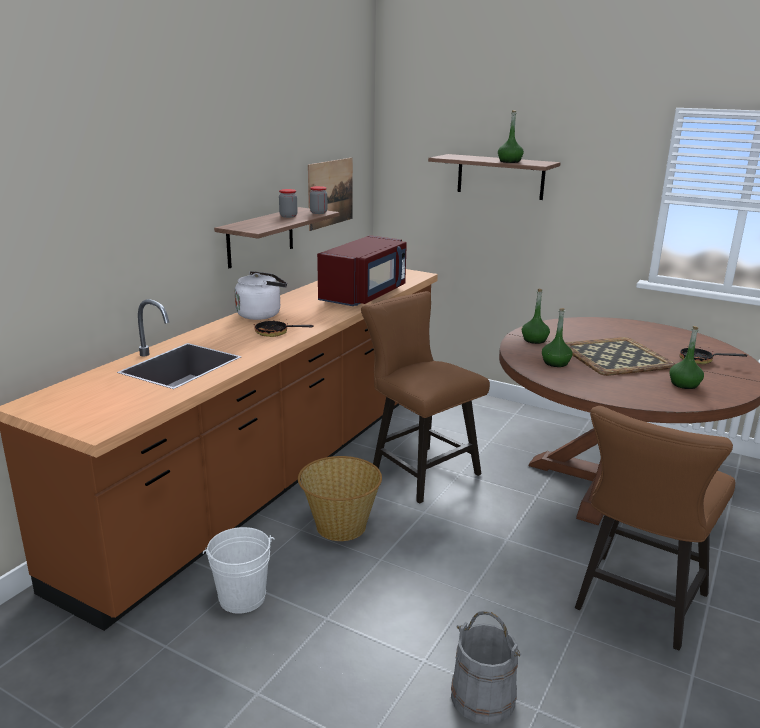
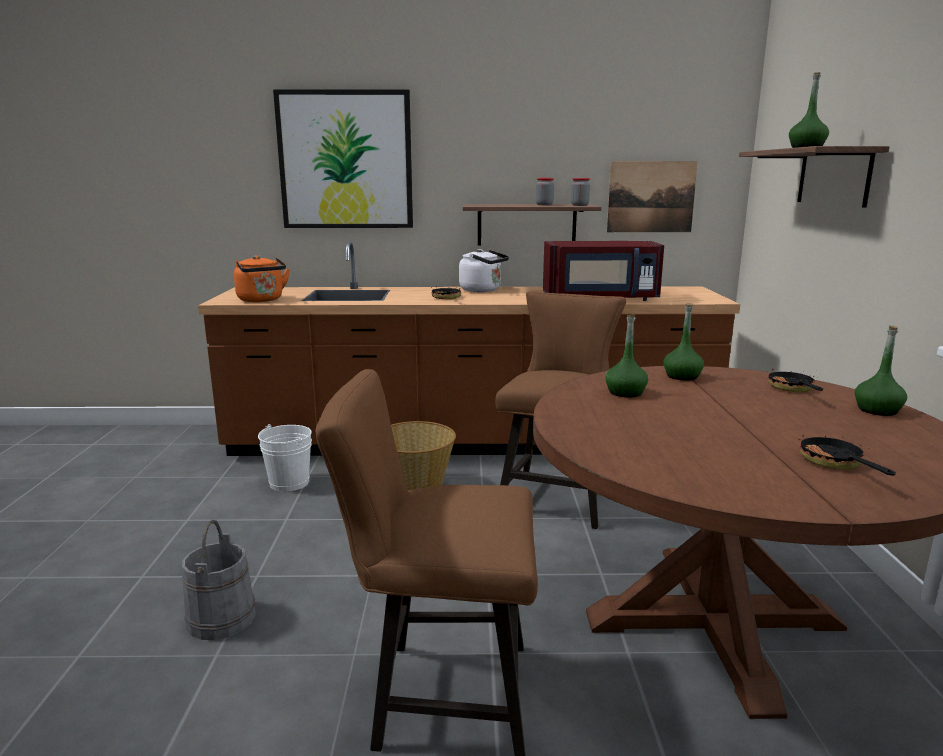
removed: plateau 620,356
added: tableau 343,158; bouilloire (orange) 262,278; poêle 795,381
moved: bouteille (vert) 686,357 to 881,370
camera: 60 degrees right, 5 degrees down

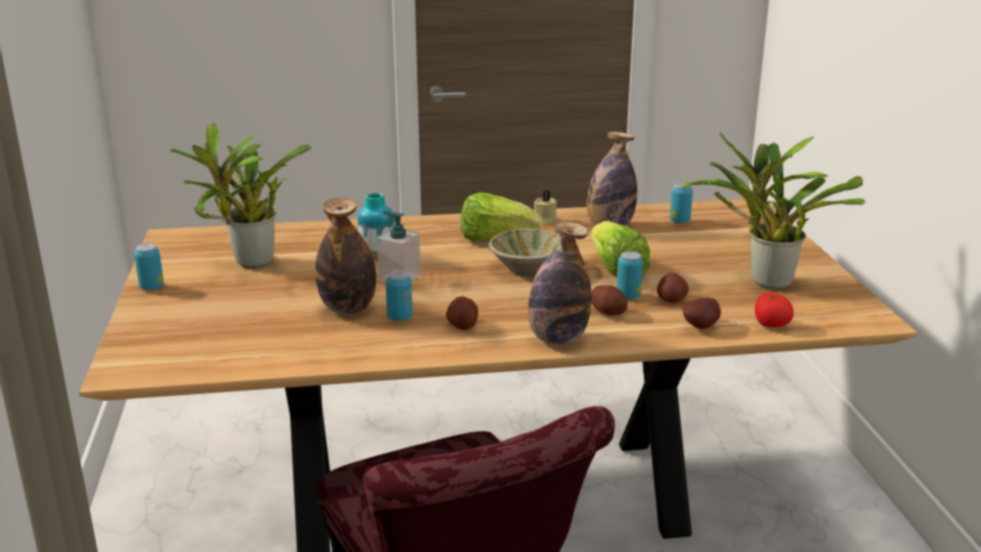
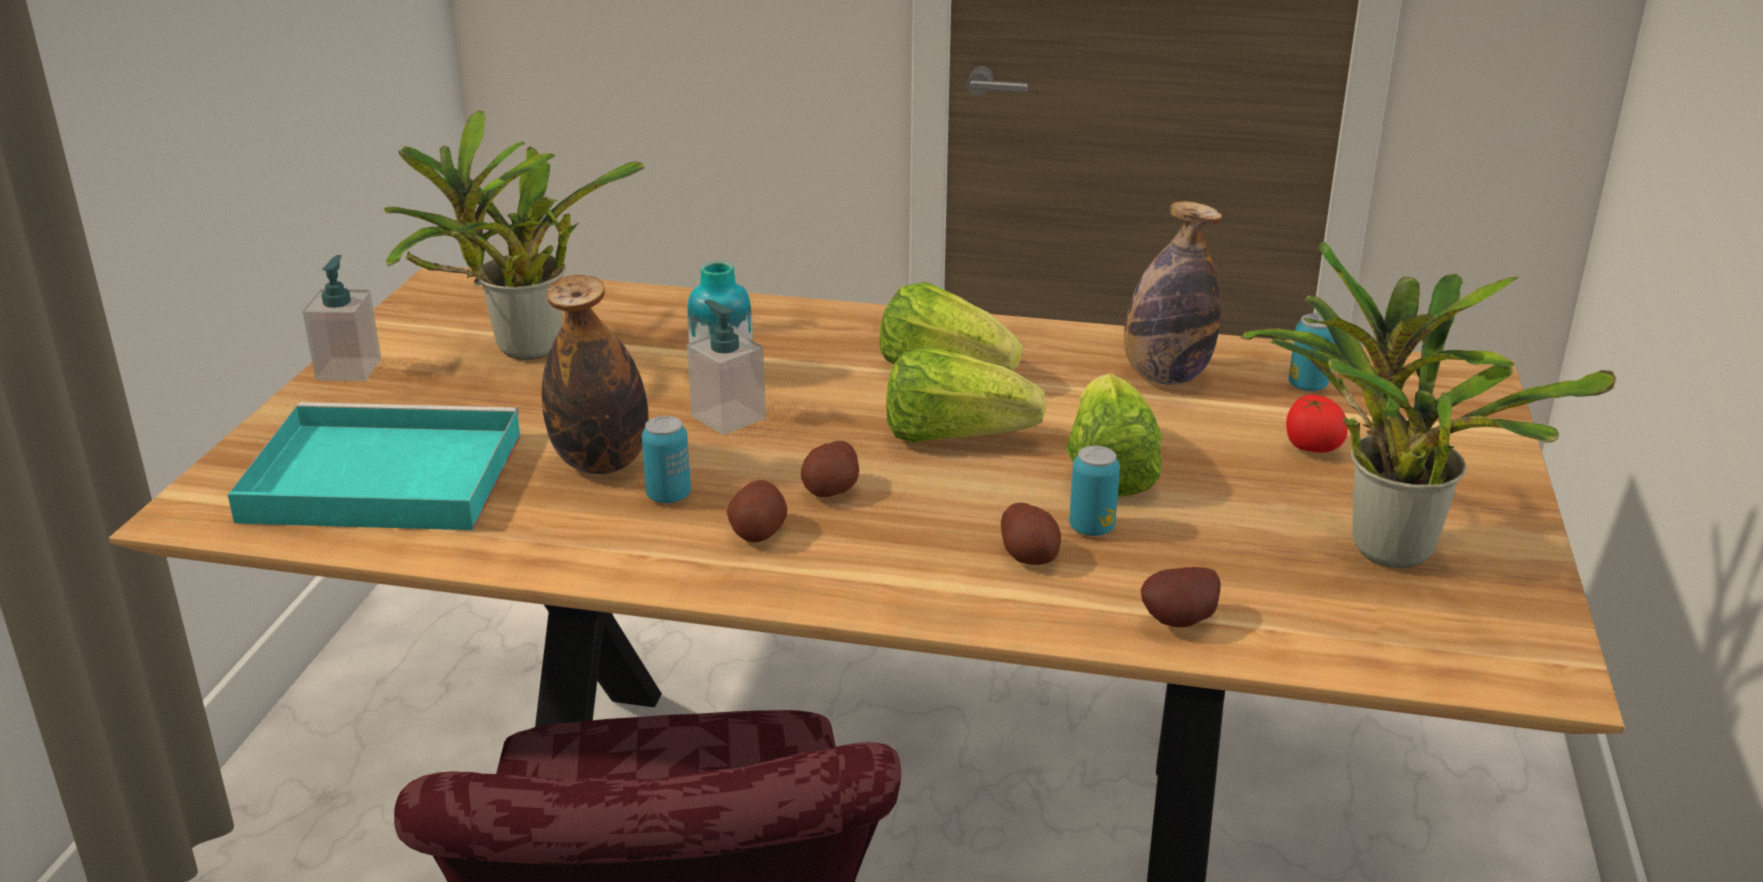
removed: bougie (beige) 545,207; bouteille 559,283
added: plateau (turquoise) 374,466
moved: pomme de terre 673,287 to 830,469; tomate 774,310 to 1317,424
replaced: bol (beige) 525,253 to laitue 966,394; boîte métallique 149,267 to distributeur de savon 341,318
camera: 20 degrees right, 5 degrees up

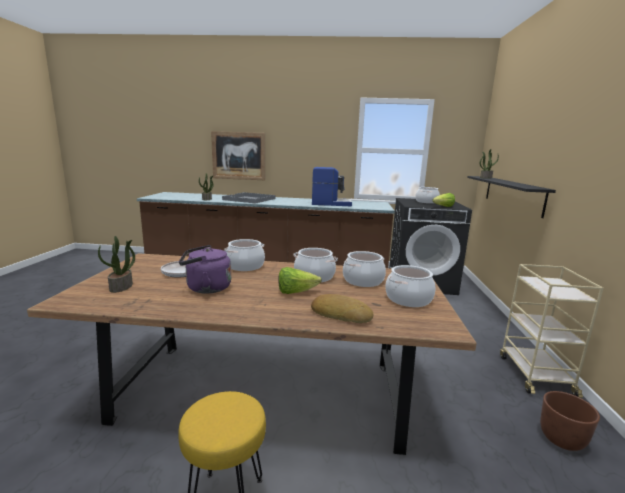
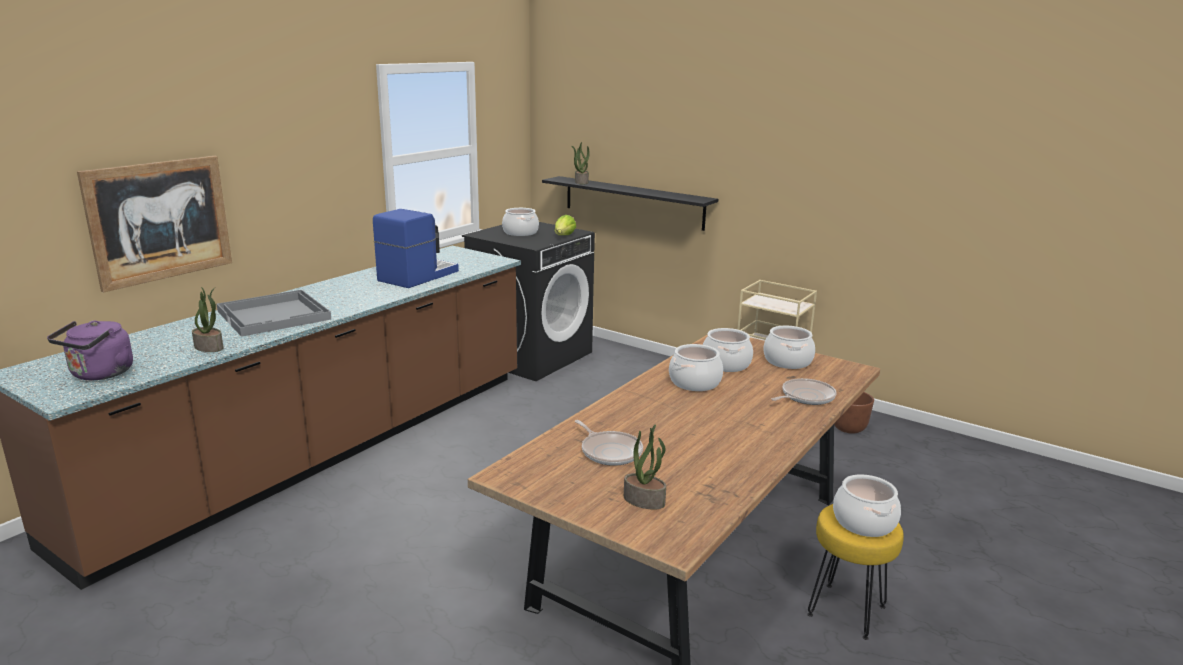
removed: laitue 300,280
moved: marmite 244,255 to 867,505; bouilloire (violet) 205,269 to 90,350
replaced: pain 342,308 to poêle 804,391
camera: 60 degrees left, 5 degrees up

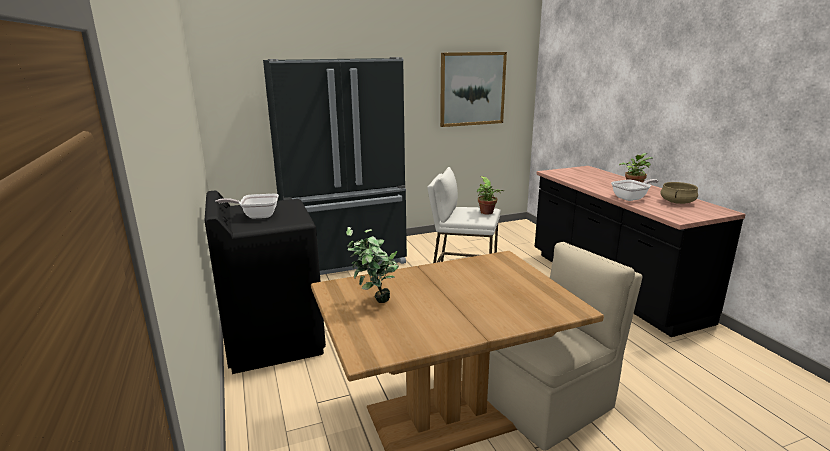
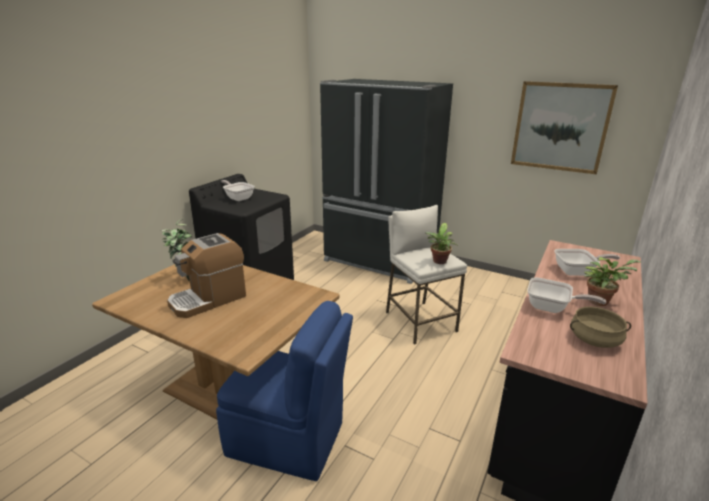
added: machine à café 206,275; poêle 587,262
recoloured: chaise (beige) 564,346 to chaise (bleu) 284,391
camera: 50 degrees right, 5 degrees up

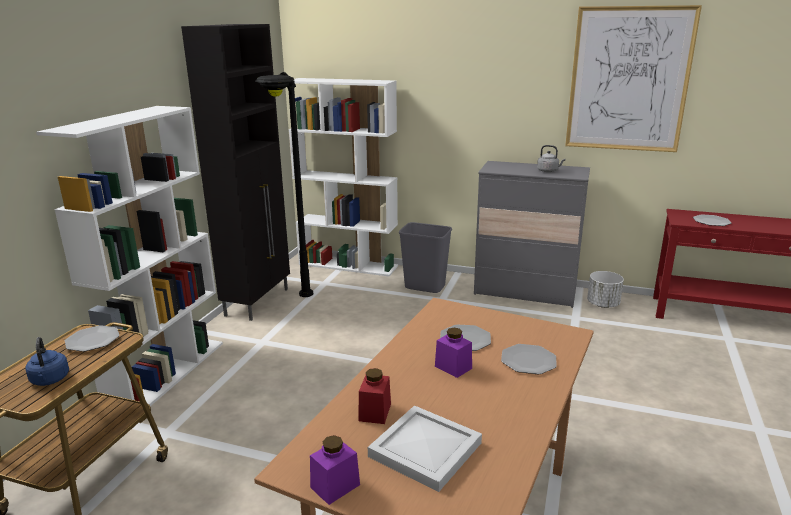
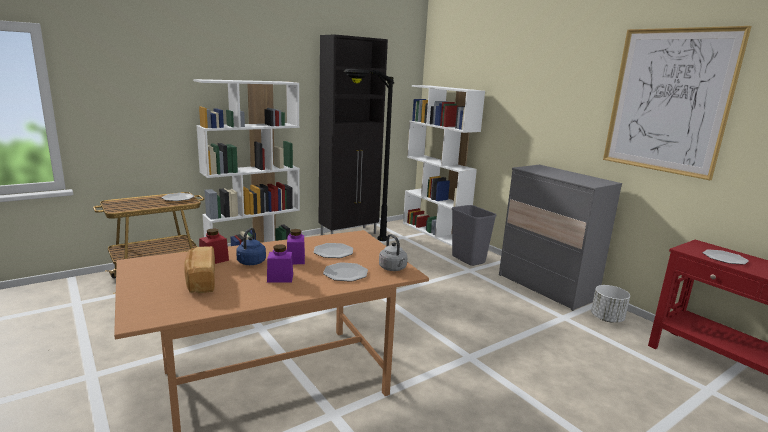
moved: bouilloire (gris) 551,158 to 393,252; bouilloire (bleu) 47,361 to 251,246; bocal (violet) 335,470 to 280,263
replaced: plateau (blanc) 425,448 to pain 199,269
camera: 35 degrees right, 5 degrees down

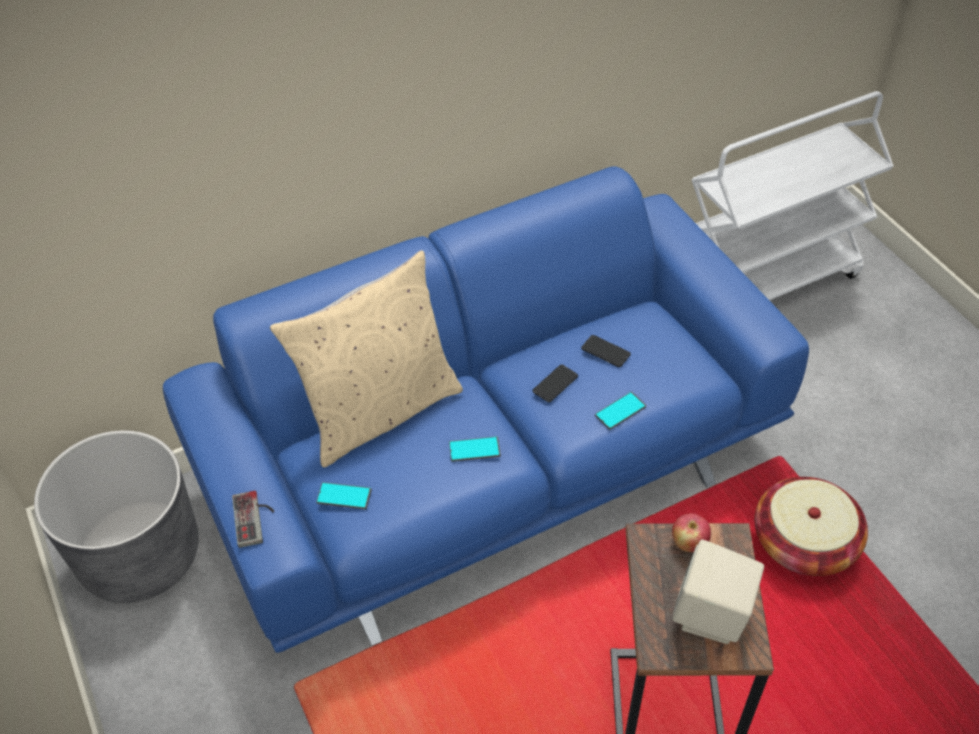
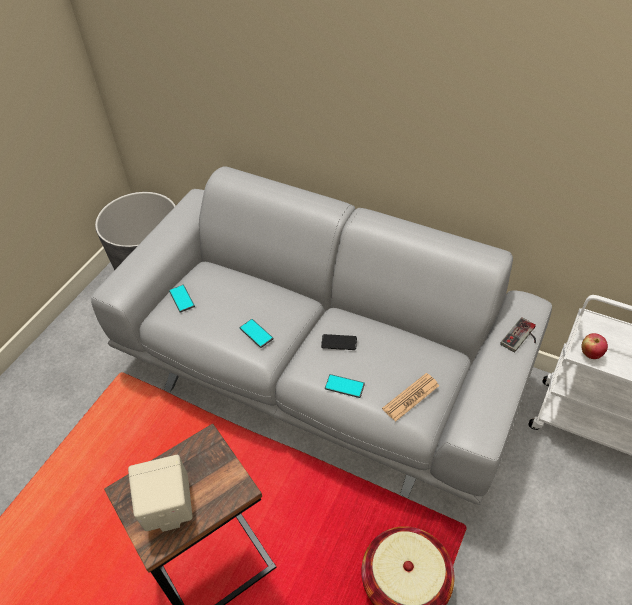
removed: coussin (beige) 366,359; téléphone 606,351
added: journal 410,397
moved: manette 253,519 to 518,335; pomme 691,532 to 595,346
recoloured: canapé (bleu) 486,409 to canapé (gris) 321,335
camera: 55 degrees right, 0 degrees up

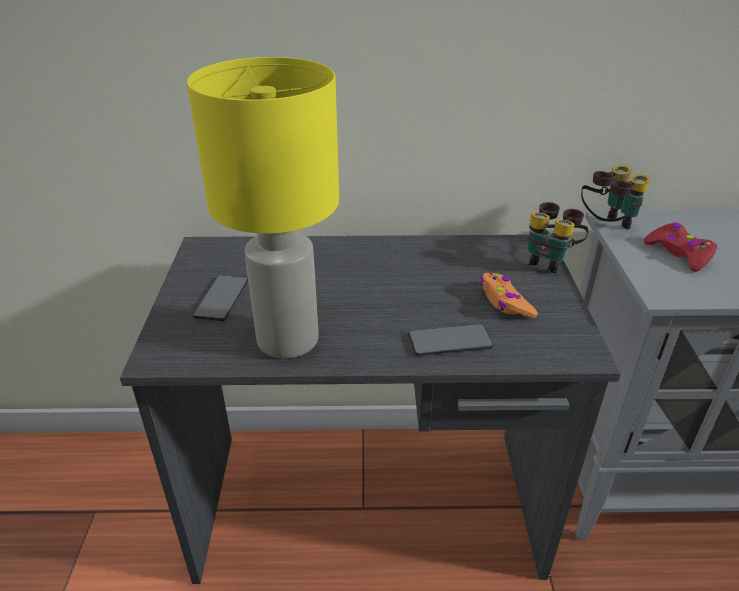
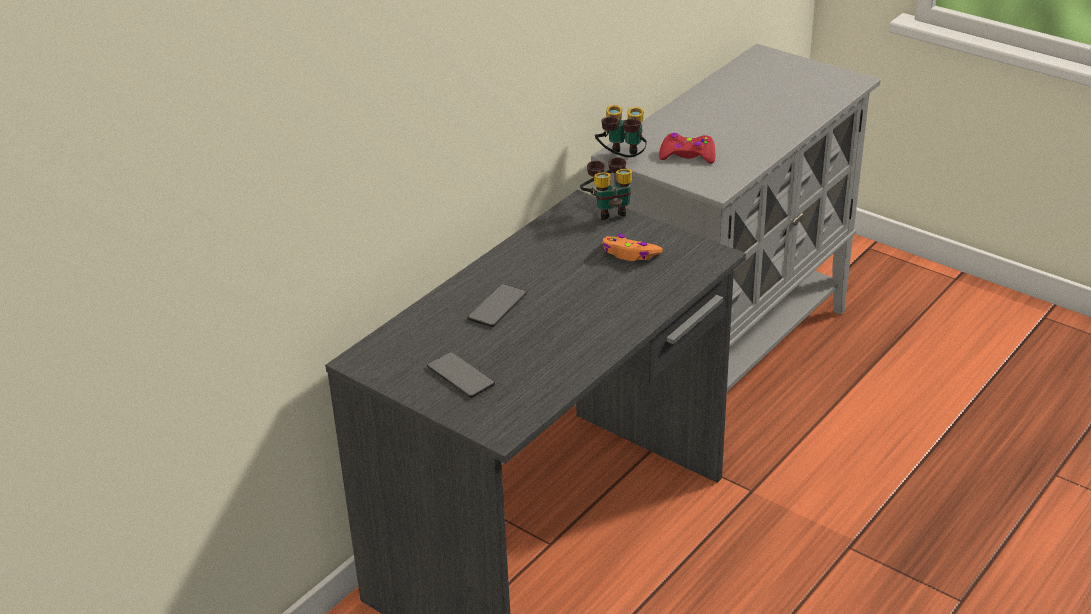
removed: lampe de table (jaune) 263,208
moved: téléphone 450,340 to 497,305
camera: 50 degrees left, 0 degrees up

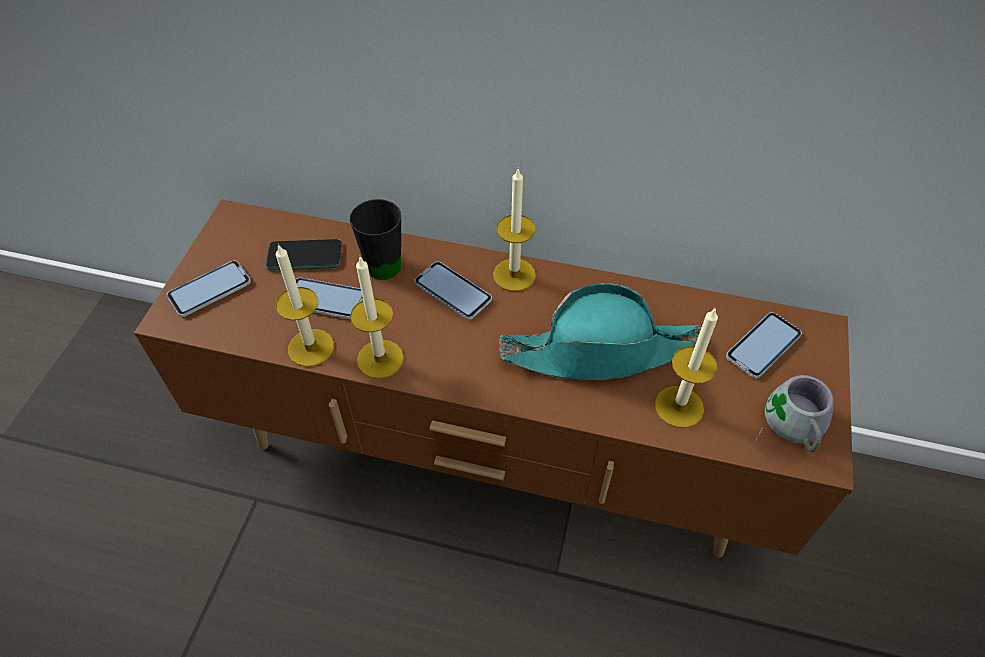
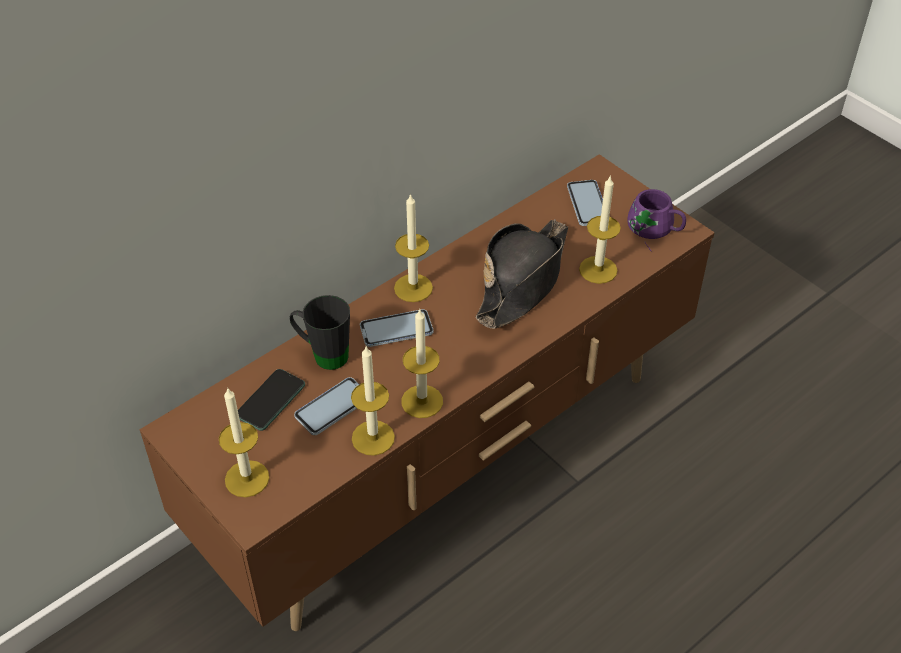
replaced: téléphone 209,288 to bougie 244,442
recoloured: chapeau (turquoise) 600,331 to chapeau (noir) 522,274; mug (gris) 794,413 to mug (violet) 656,220
camera: 55 degrees left, 5 degrees down

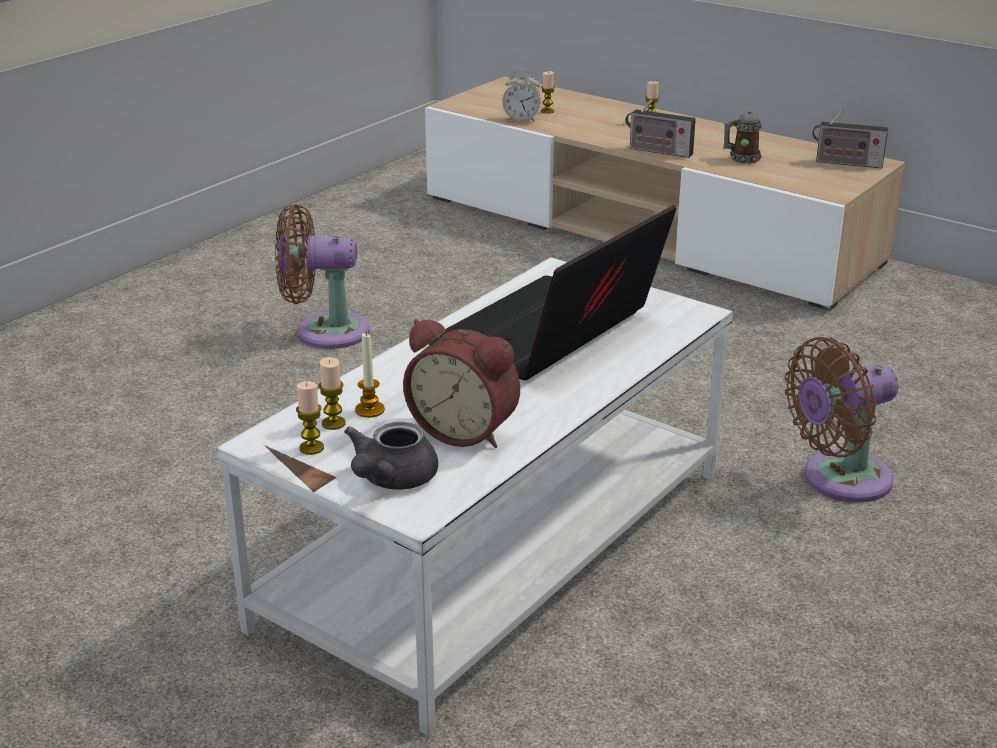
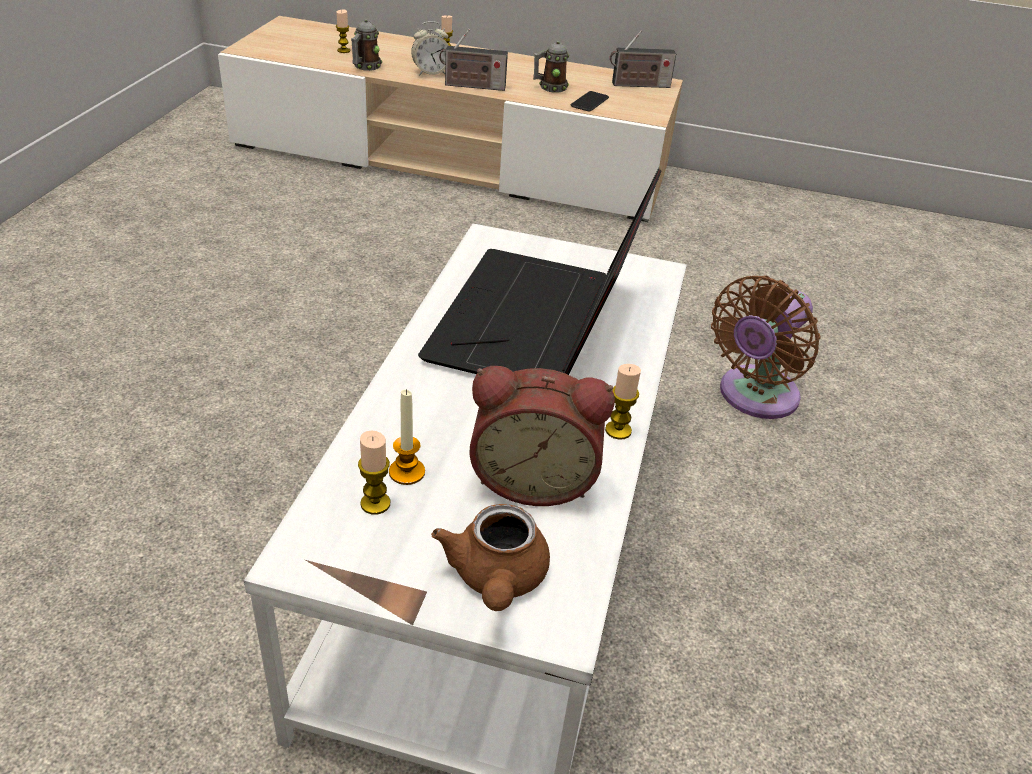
removed: ventilateur (marron) 322,276
added: mug 366,45; téléphone 590,101
moved: réveil 521,96 to 430,48; bougie 310,418 to 623,402
recoloured: théière (gris) 391,456 to théière (marron) 490,557
camera: 25 degrees left, 10 degrees up

